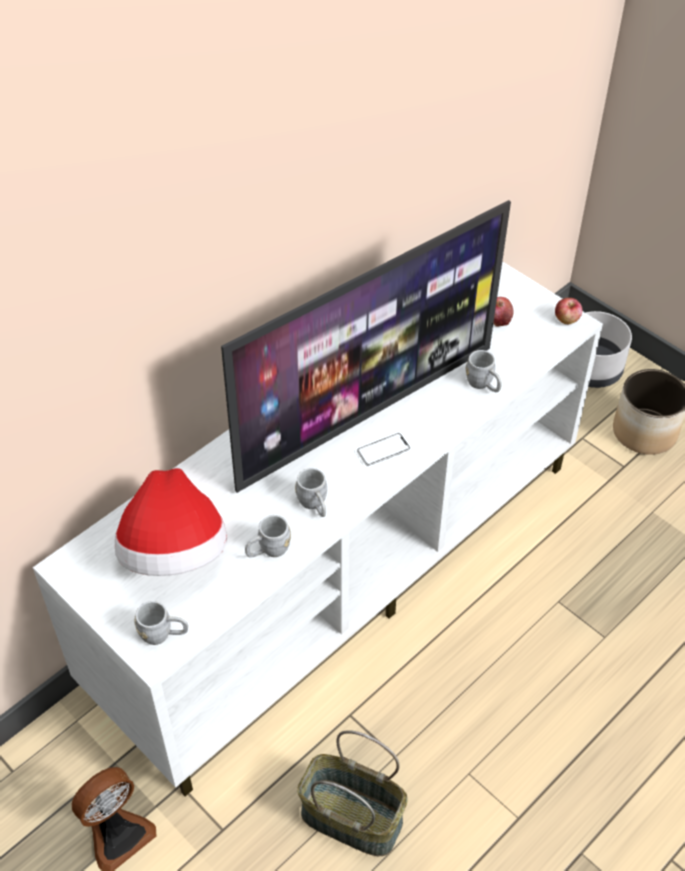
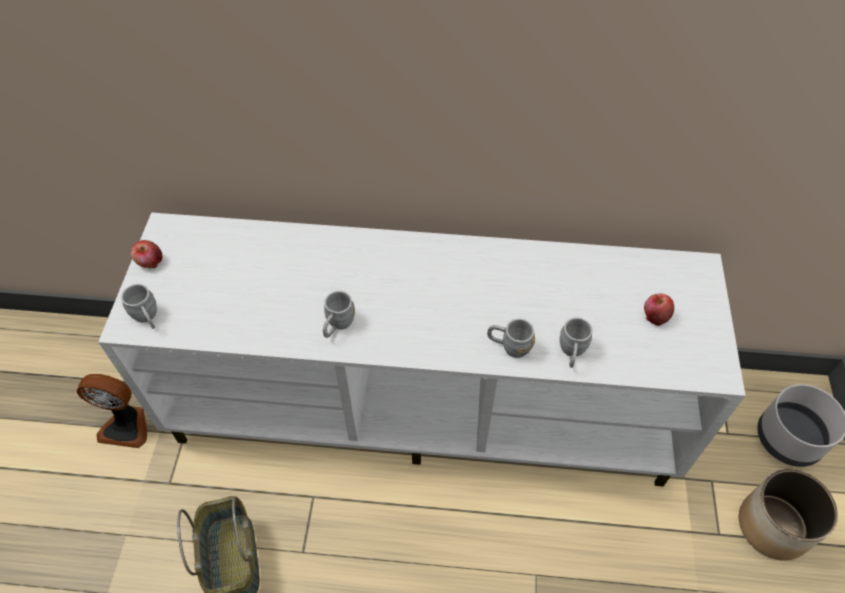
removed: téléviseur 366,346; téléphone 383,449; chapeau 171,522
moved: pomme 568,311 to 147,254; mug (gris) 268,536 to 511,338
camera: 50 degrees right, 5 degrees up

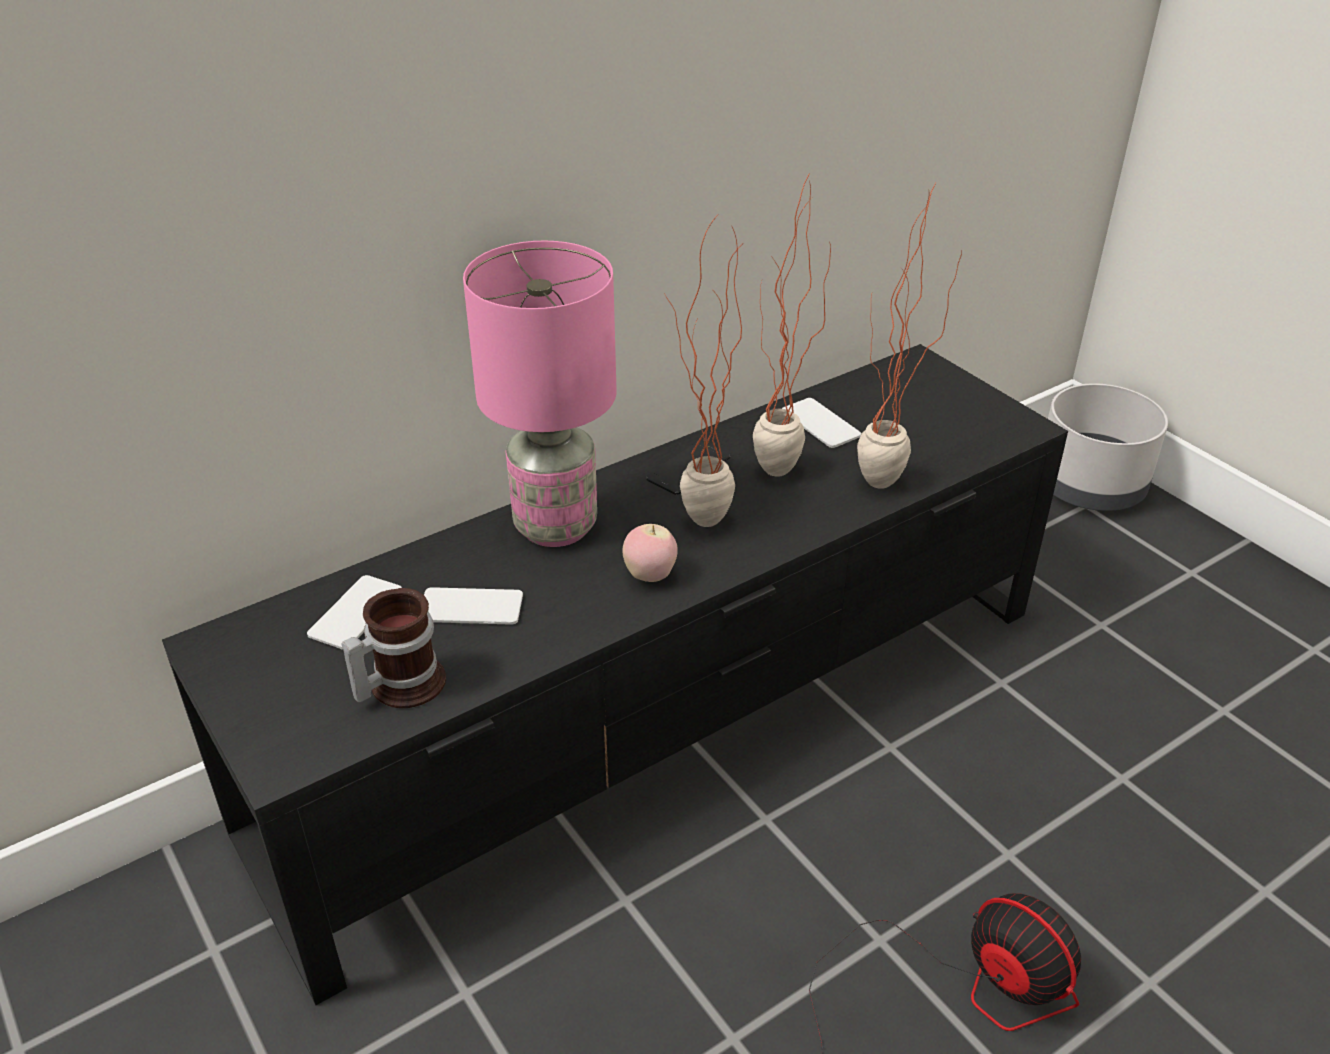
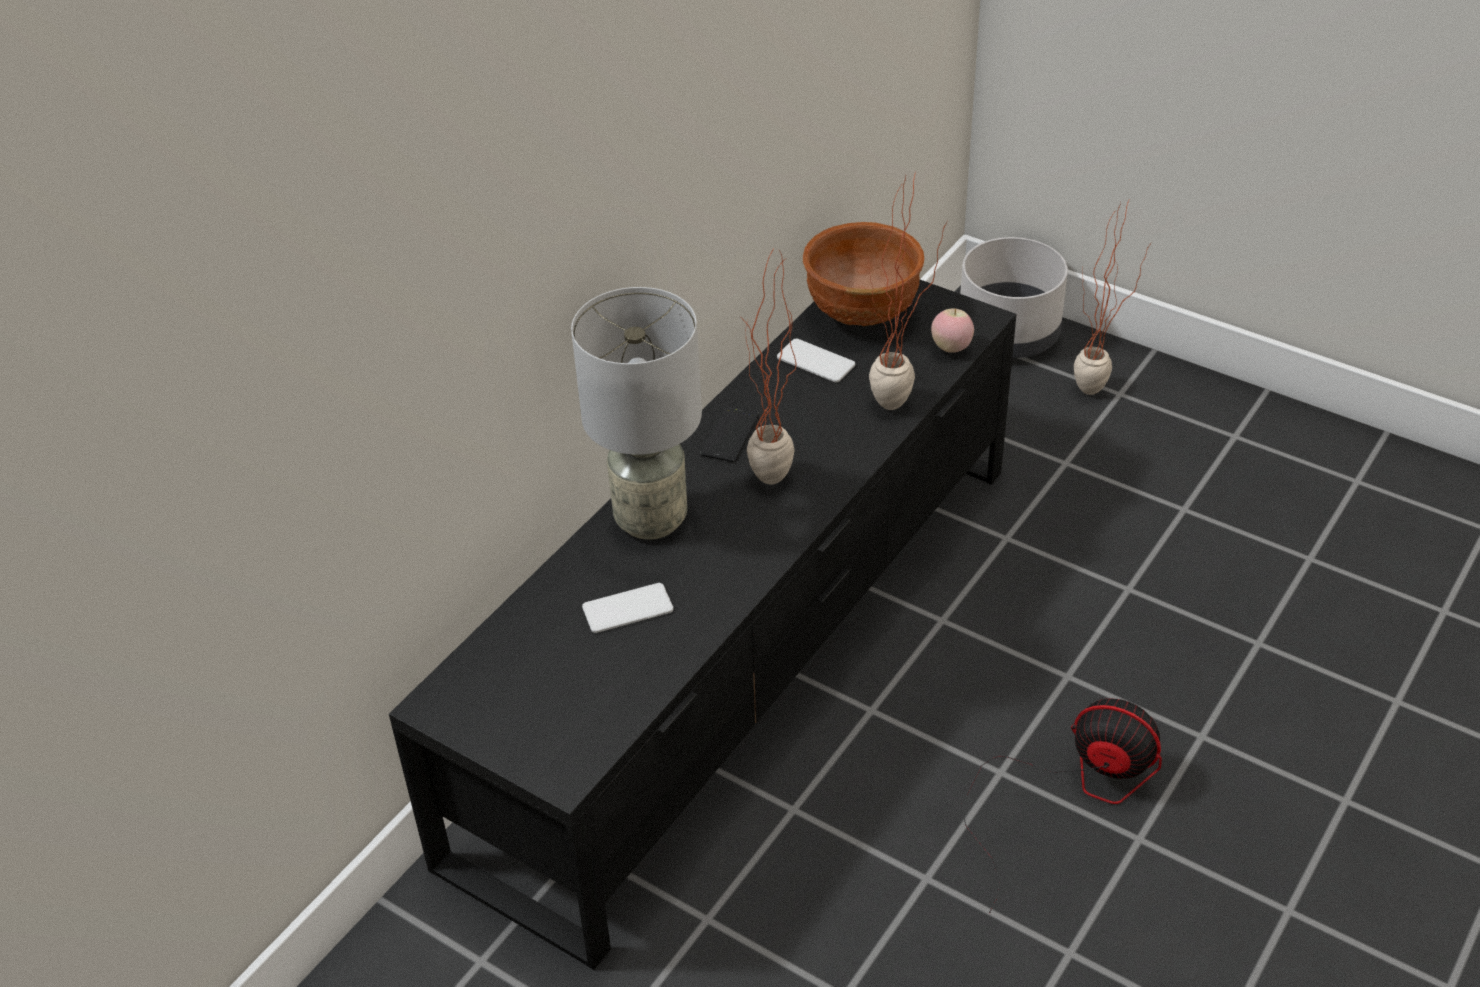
removed: téléphone 354,612; mug 394,648
added: bol (marron) 863,274
moved: plante en pot 792,324 to 1112,298; pomme 650,553 to 952,330
recoloured: lampe de table (rose) 540,394 to lampe de table (gris) 636,413
camera: 20 degrees left, 5 degrees up

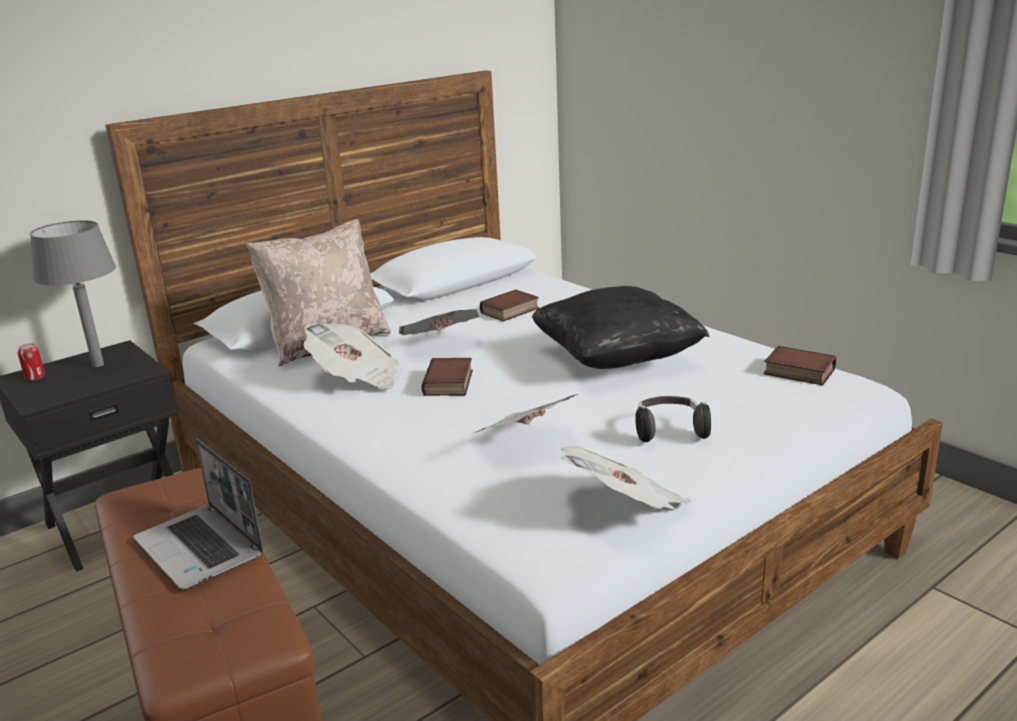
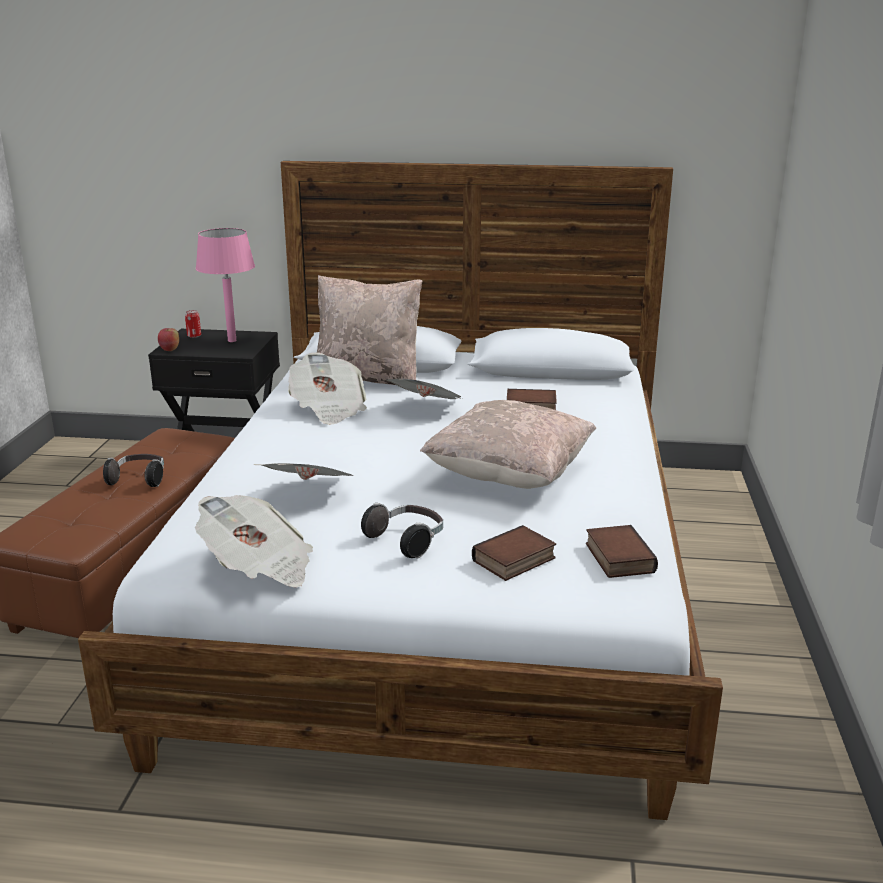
added: pomme 168,339
moved: livre 447,377 to 514,553
replaced: ordinateur portable 198,514 to casque audio 133,470
recoloured: lampe de table (gris) 73,293 to lampe de table (rose) 225,285; coussin (noir) 621,327 to coussin (beige) 508,444
camera: 45 degrees right, 0 degrees up

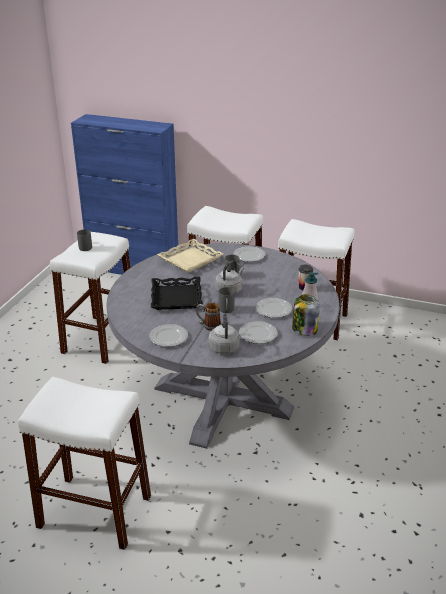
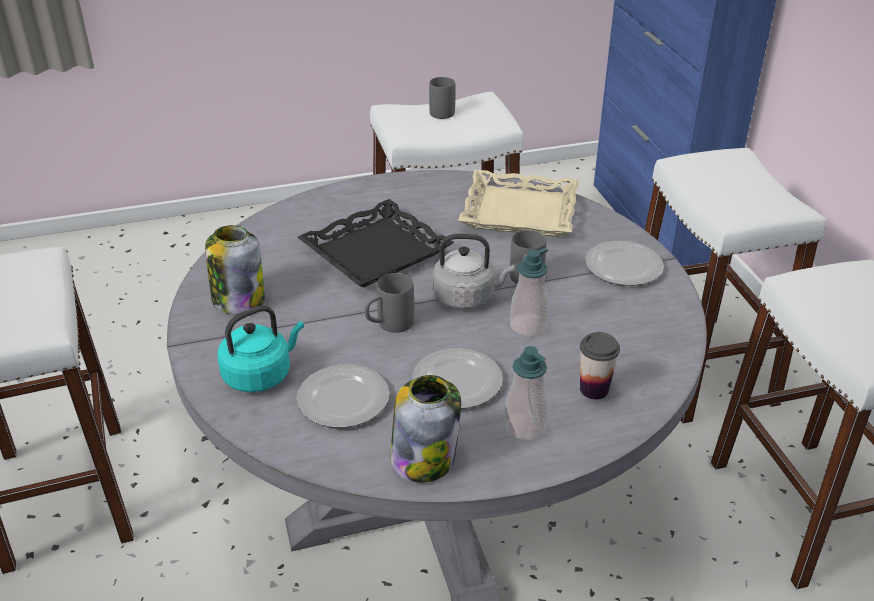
removed: mug 208,317
added: distributeur de savon 529,292
replaced: assiette 168,335 to bocal 235,269
recoloured: bouilloire (gris) 224,333 to bouilloire (turquoise) 261,348
camera: 55 degrees right, 5 degrees up

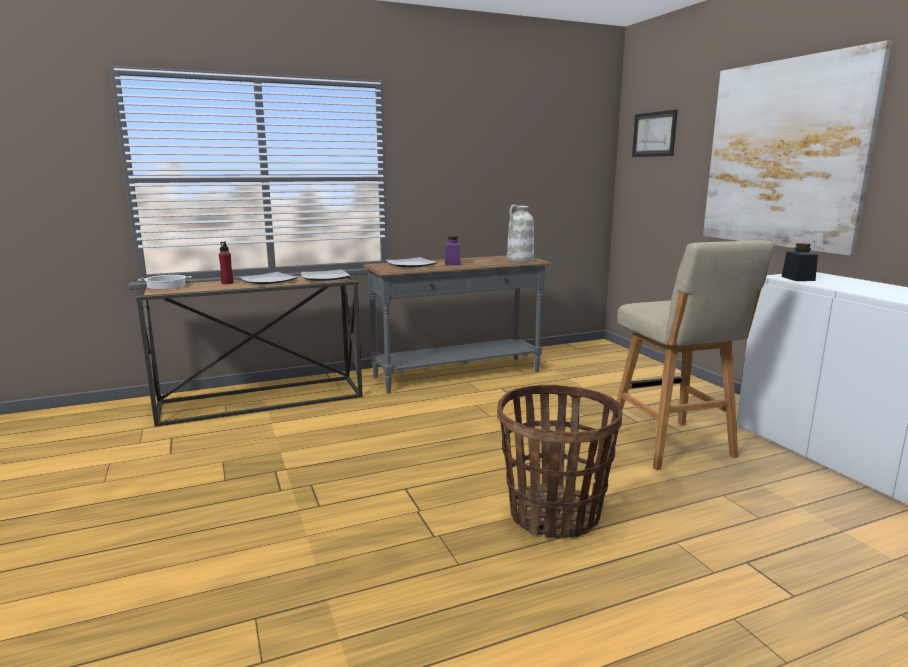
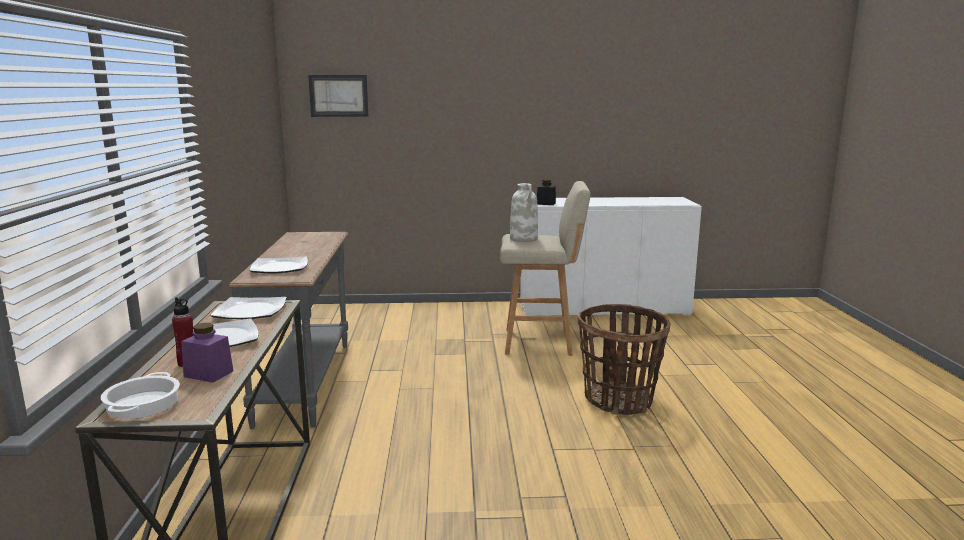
removed: tableau 797,148
moved: vase (blanc) 520,233 to 524,212; bocal (violet) 452,250 to 207,353
camera: 70 degrees left, 0 degrees up

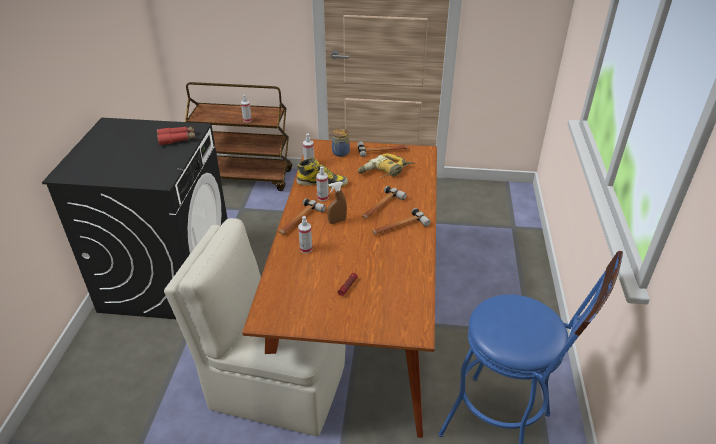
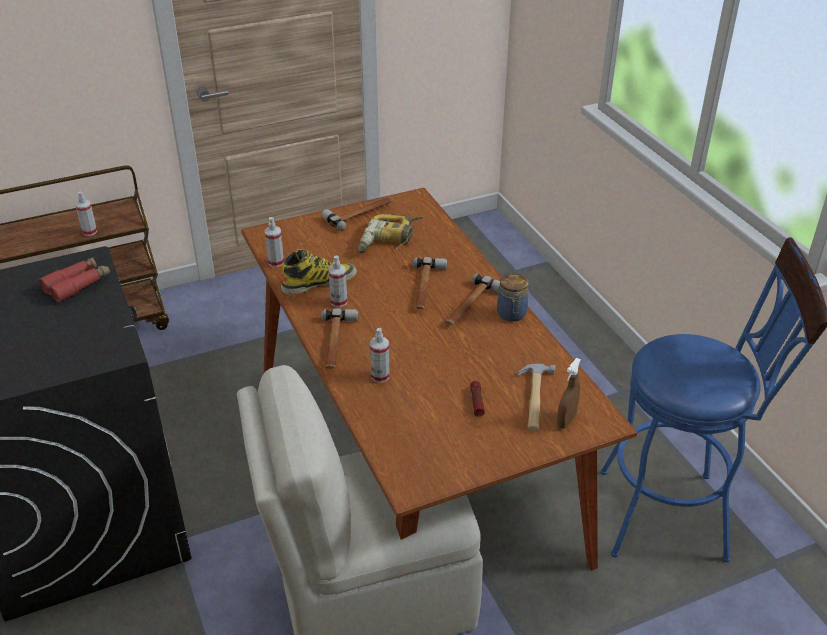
added: marteau 536,397
moved: bocal 341,142 to 513,297; vaporisateur (marron) 337,203 to 569,393
camera: 30 degrees left, 0 degrees up

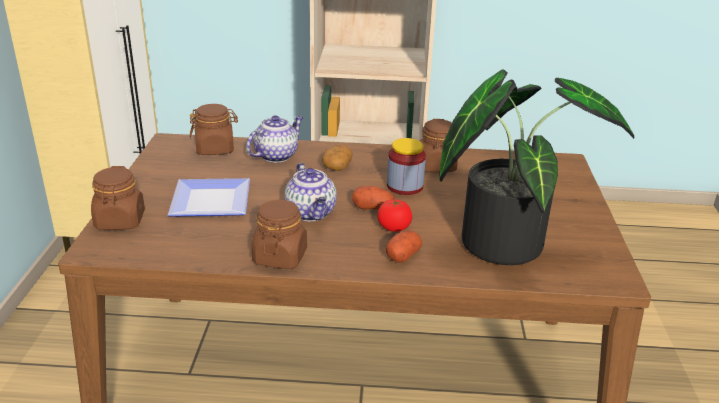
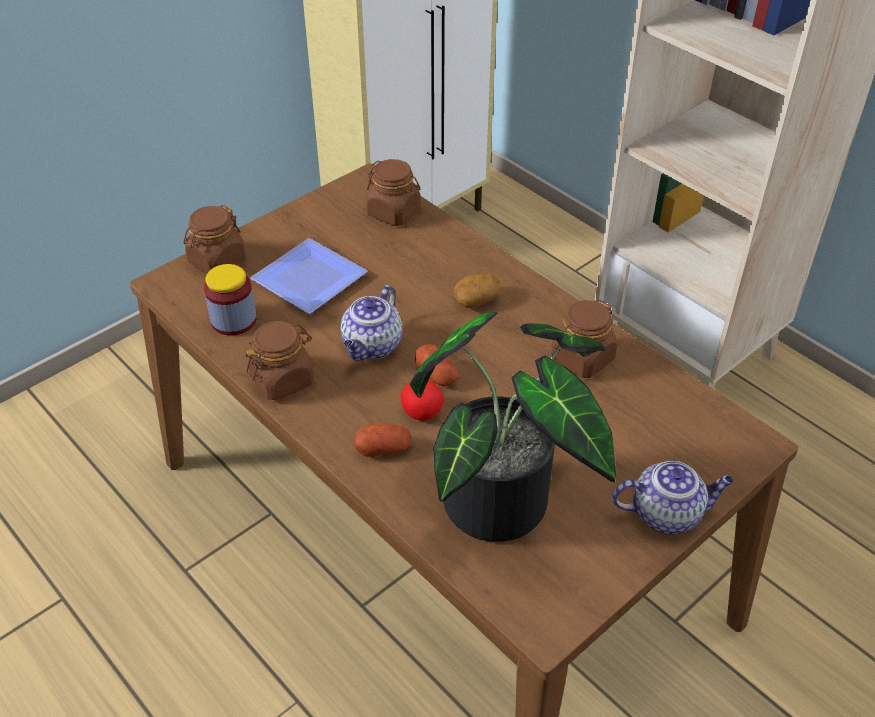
moved: théière 274,139 to 673,497; bocal 406,166 to 230,300
camera: 45 degrees right, 15 degrees up

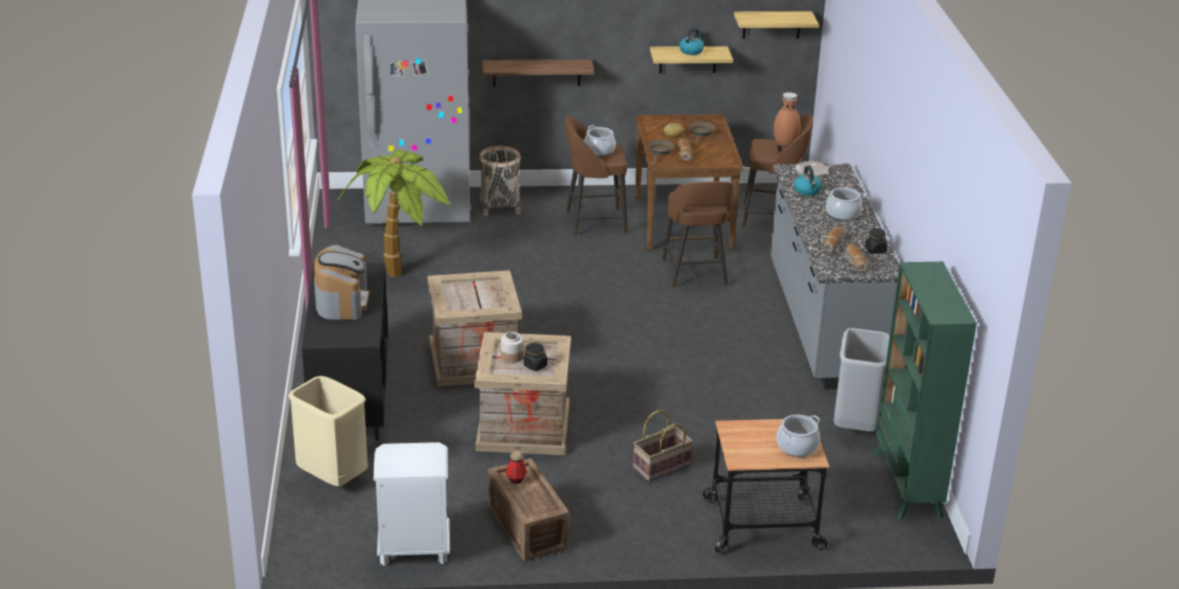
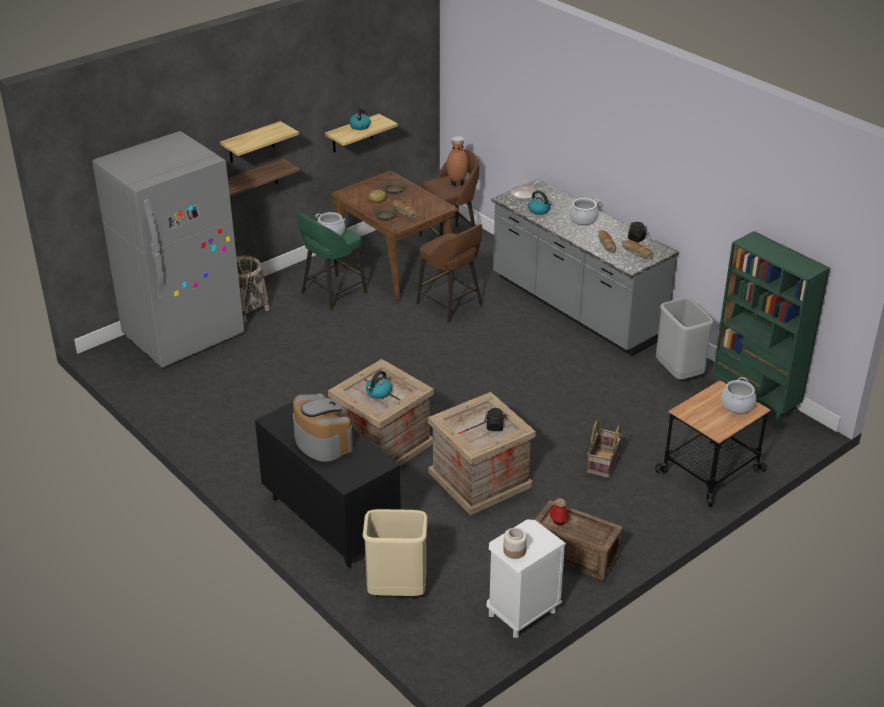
removed: plante en pot 393,213
added: bouilloire 379,385
moved: étagère 776,25 to 259,142; bocal 512,347 to 515,543
recoloured: tabouret (marron) 596,176 to tabouret (vert) 332,261
camera: 35 degrees left, 5 degrees up

